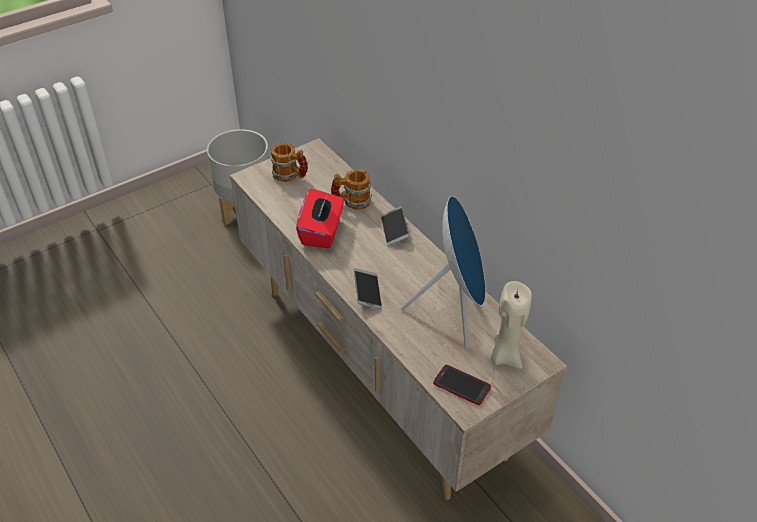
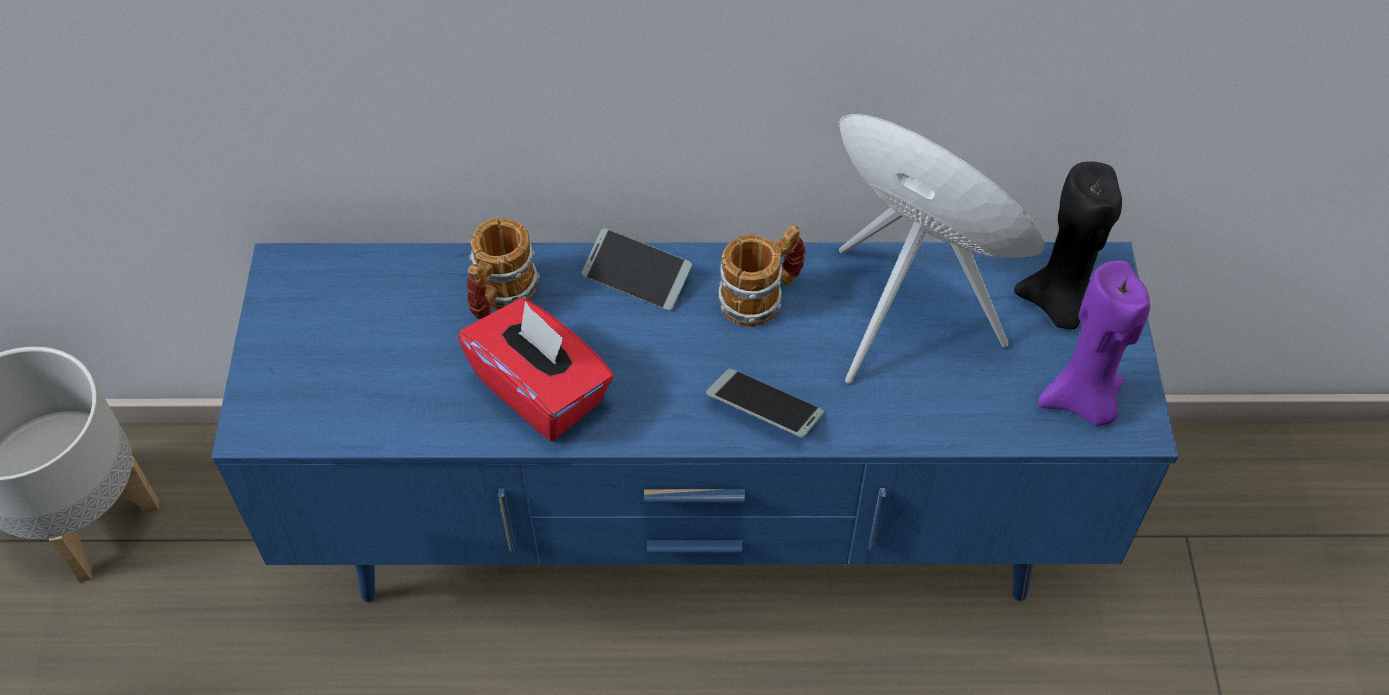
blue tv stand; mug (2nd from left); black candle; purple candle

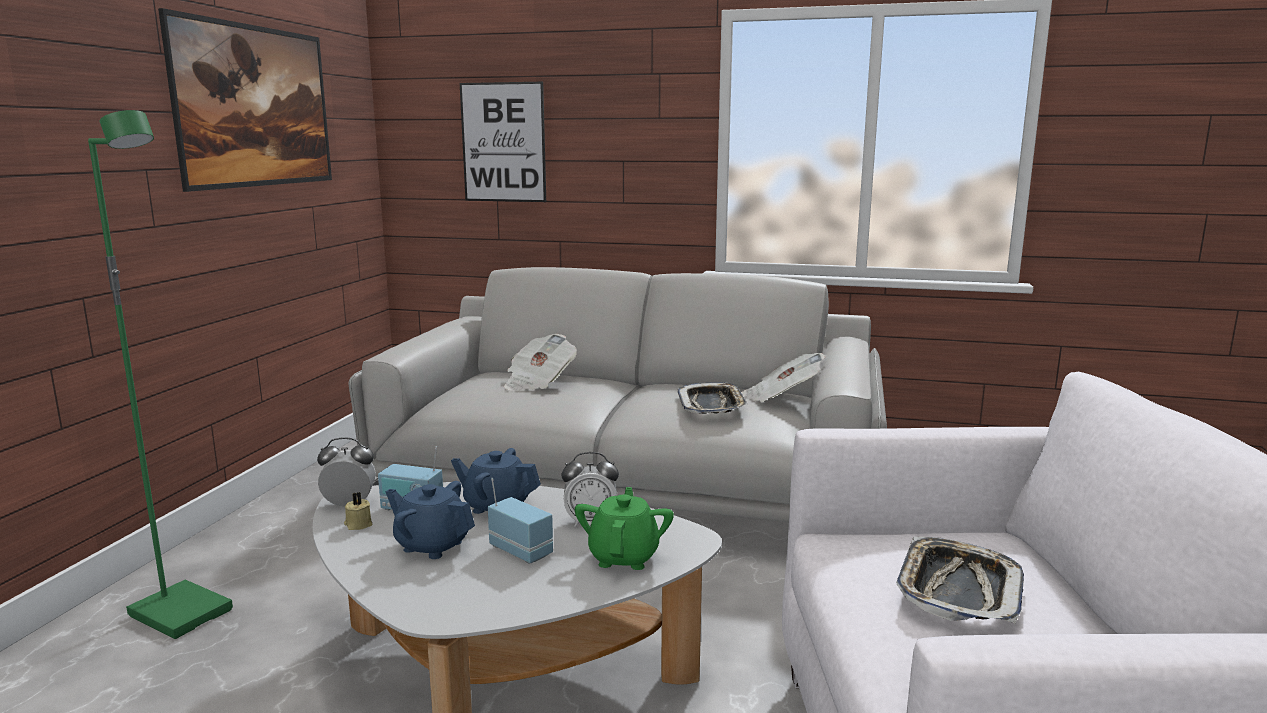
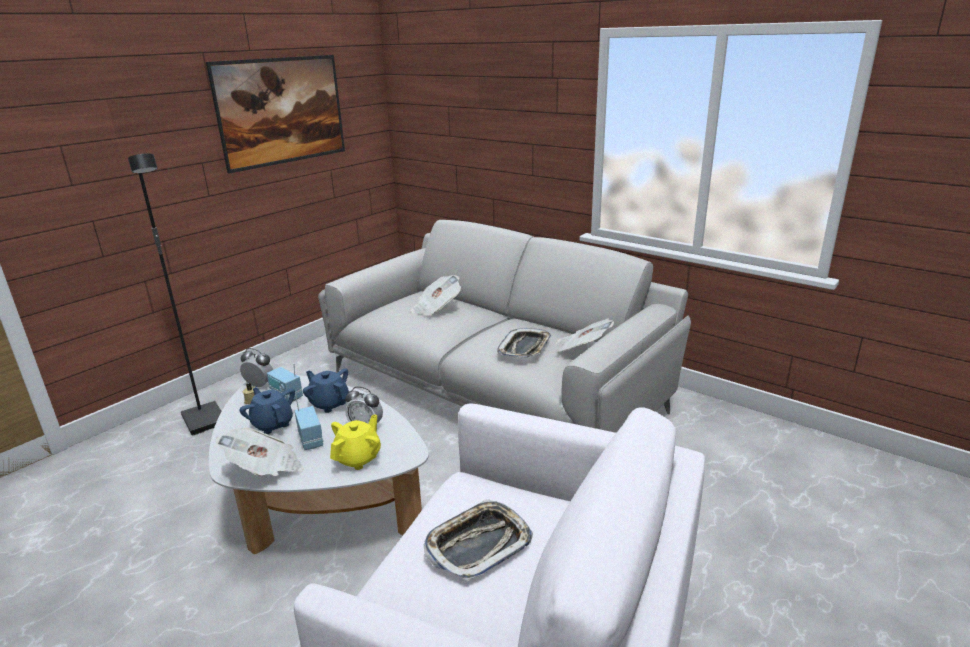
picture (2nd from left in the first image); black floor lamp; yellow teapot; newspaper (1st from left)

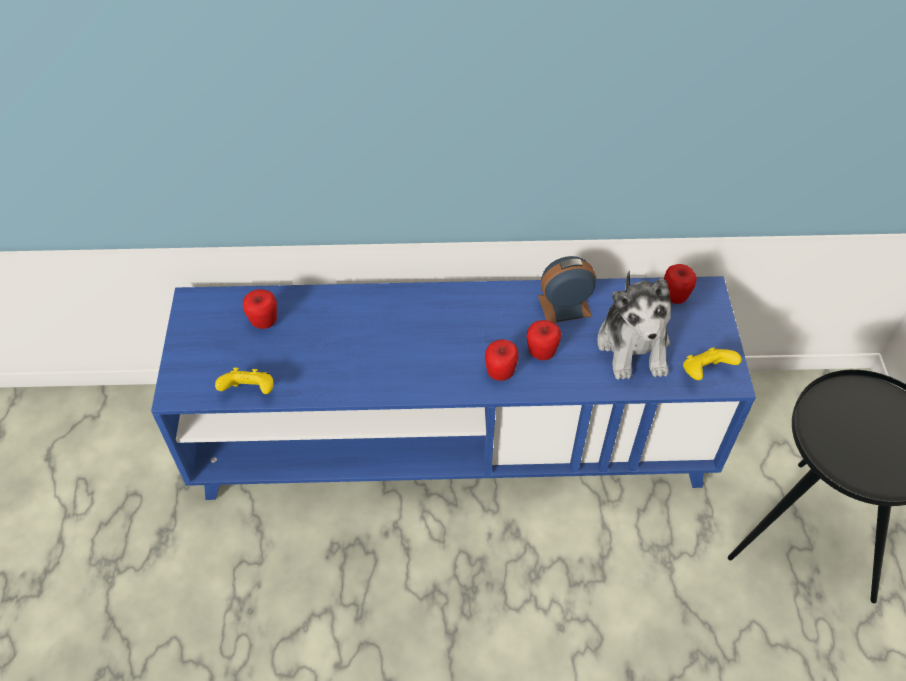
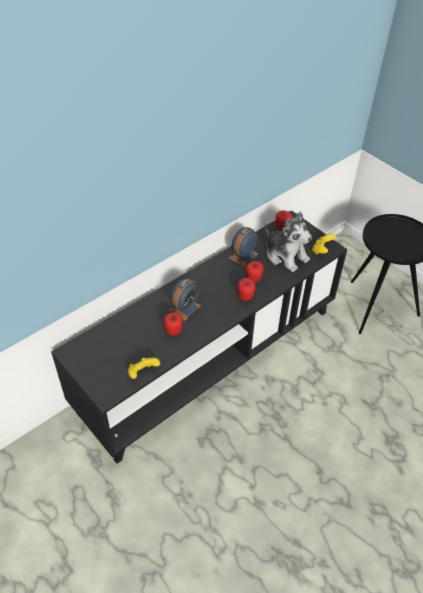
black tv stand; apple (1st from left); alarm clock (1st from left)

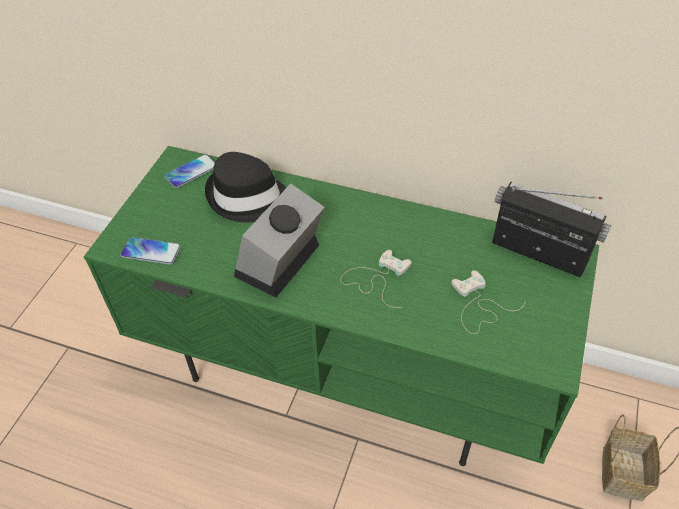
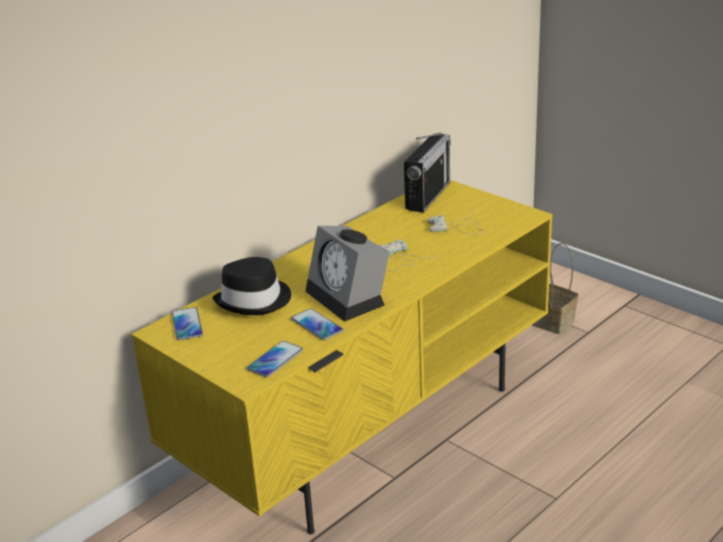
yellow tv stand; radio; phone (3rd from left)

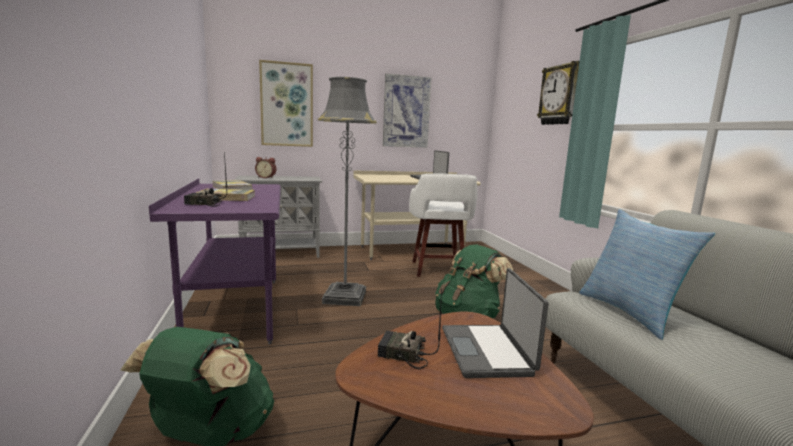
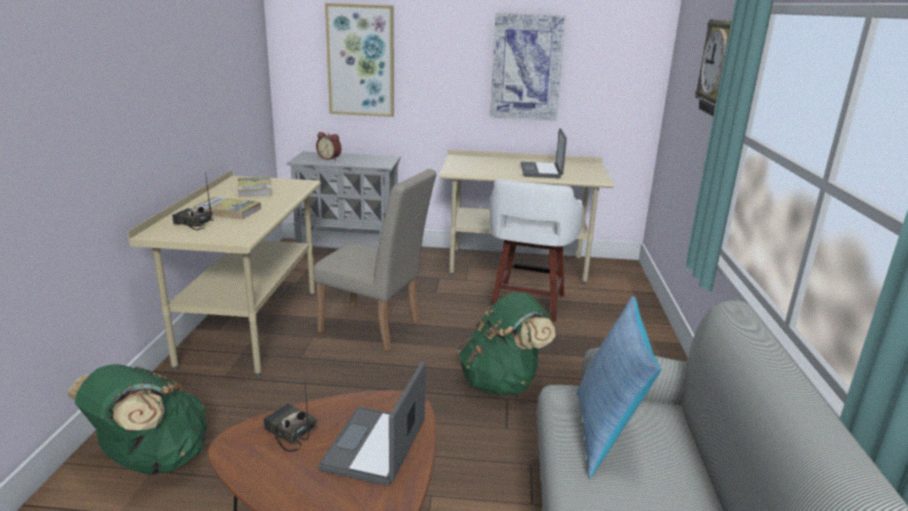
beige chair; beige desk (1st from left)

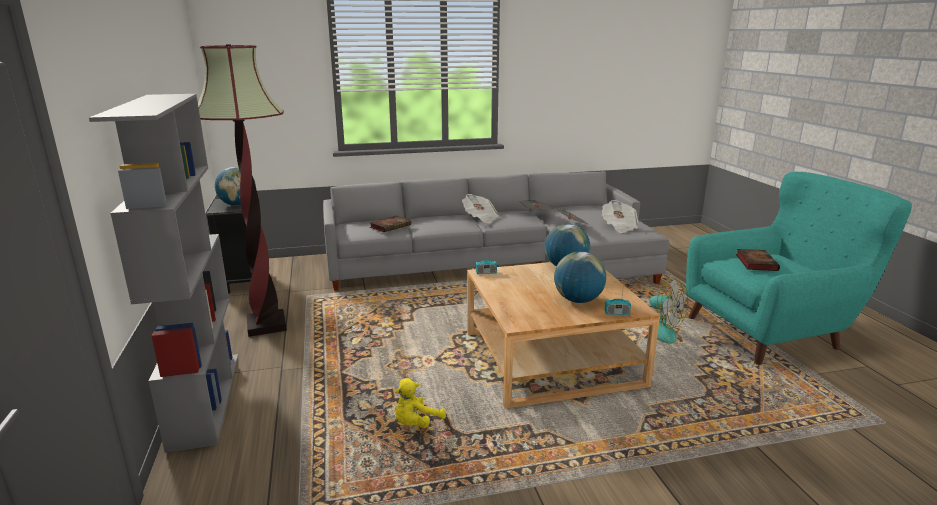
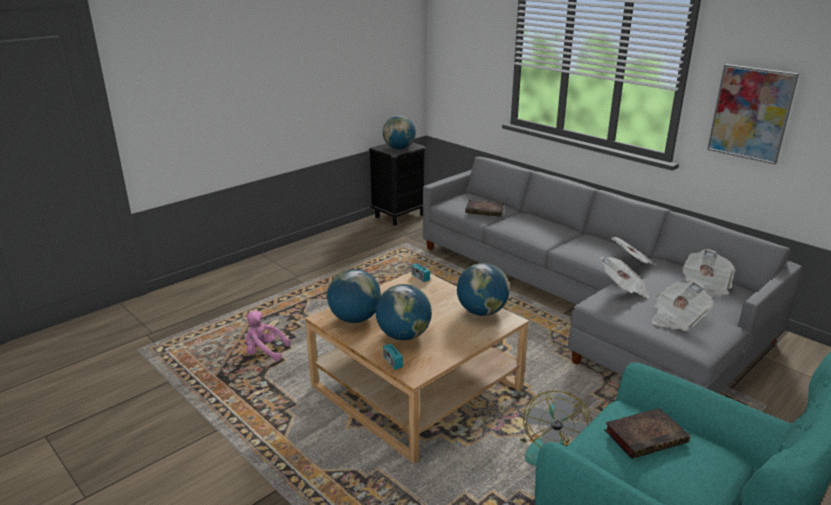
floor lamp; grey bookcase; newspaper (4th from left); pink plush toy; picture; globe (1st from left)

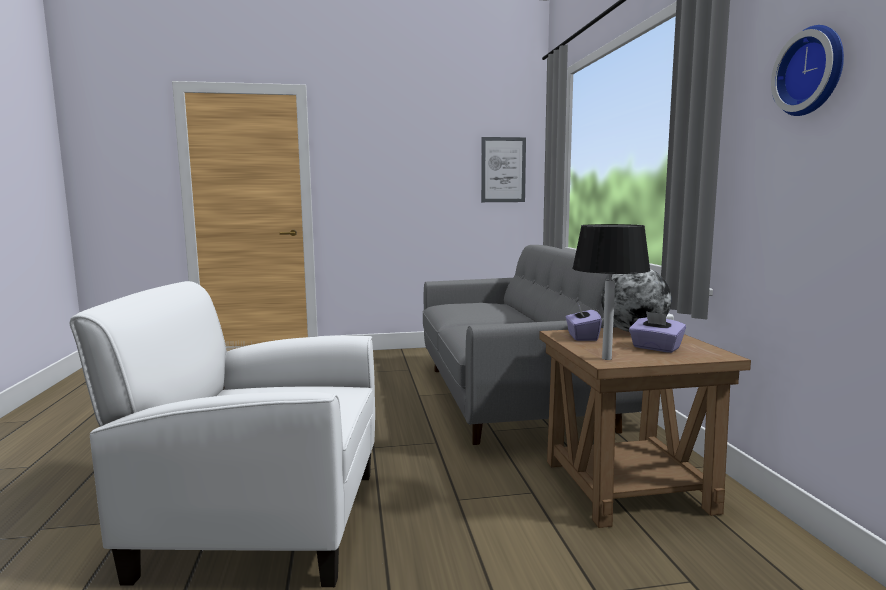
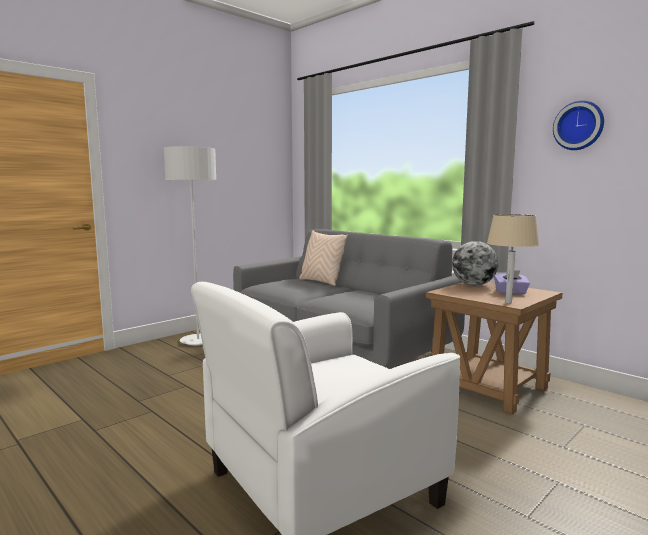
picture; beige table lamp; purple tissue box (1st from left in the first image); grey floor lamp; beige pillow

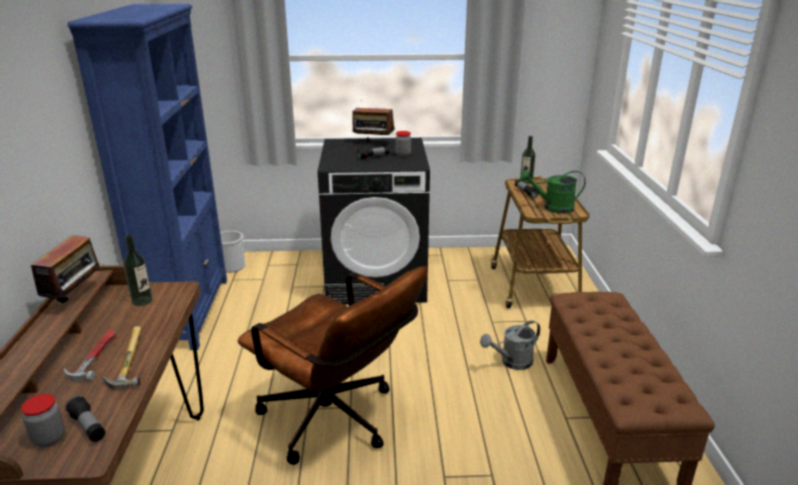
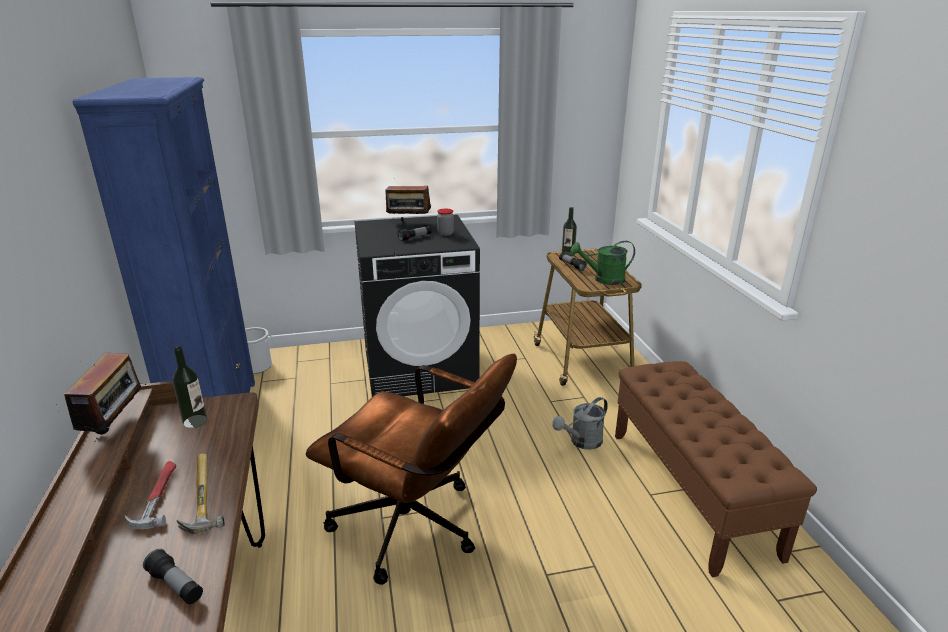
jar (1st from left in the first image)

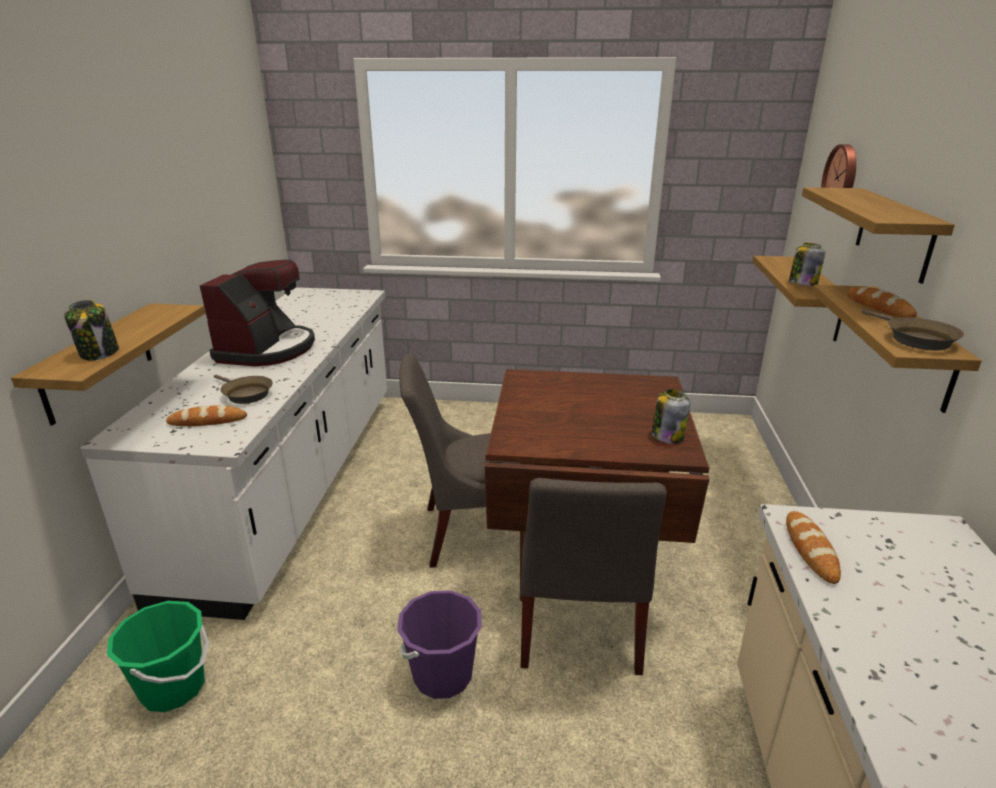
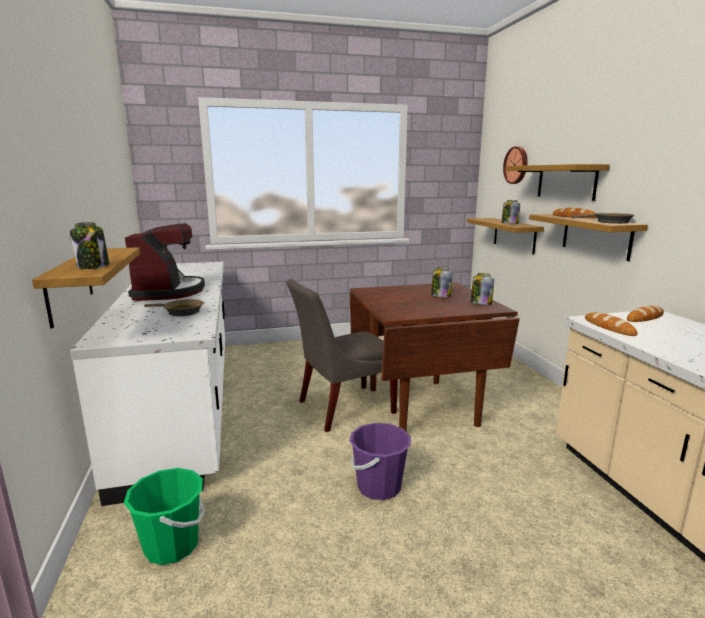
bread (3rd from left); grey chair (2nd from left in the first image); jar (2nd from left)

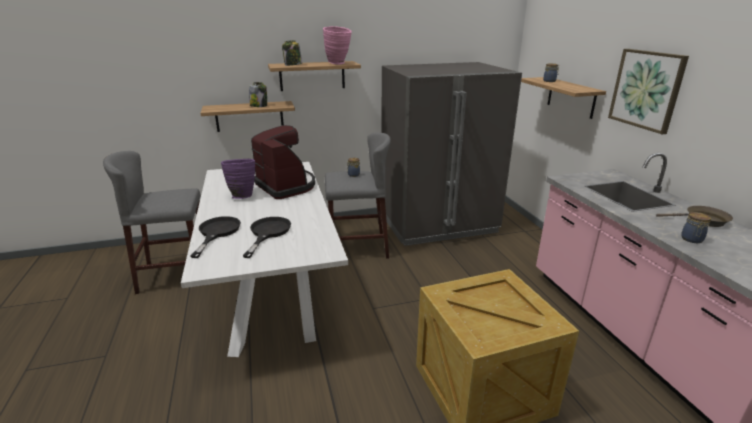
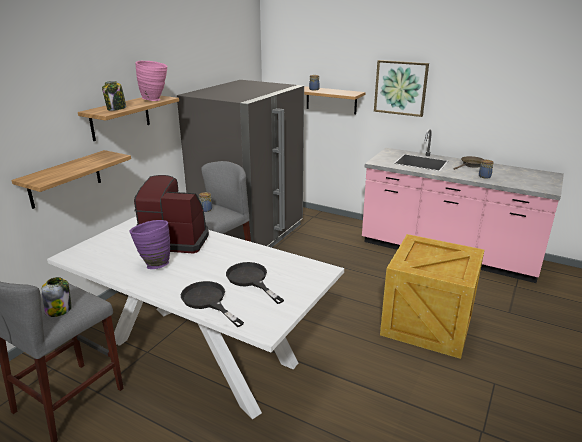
jar (1st from left)

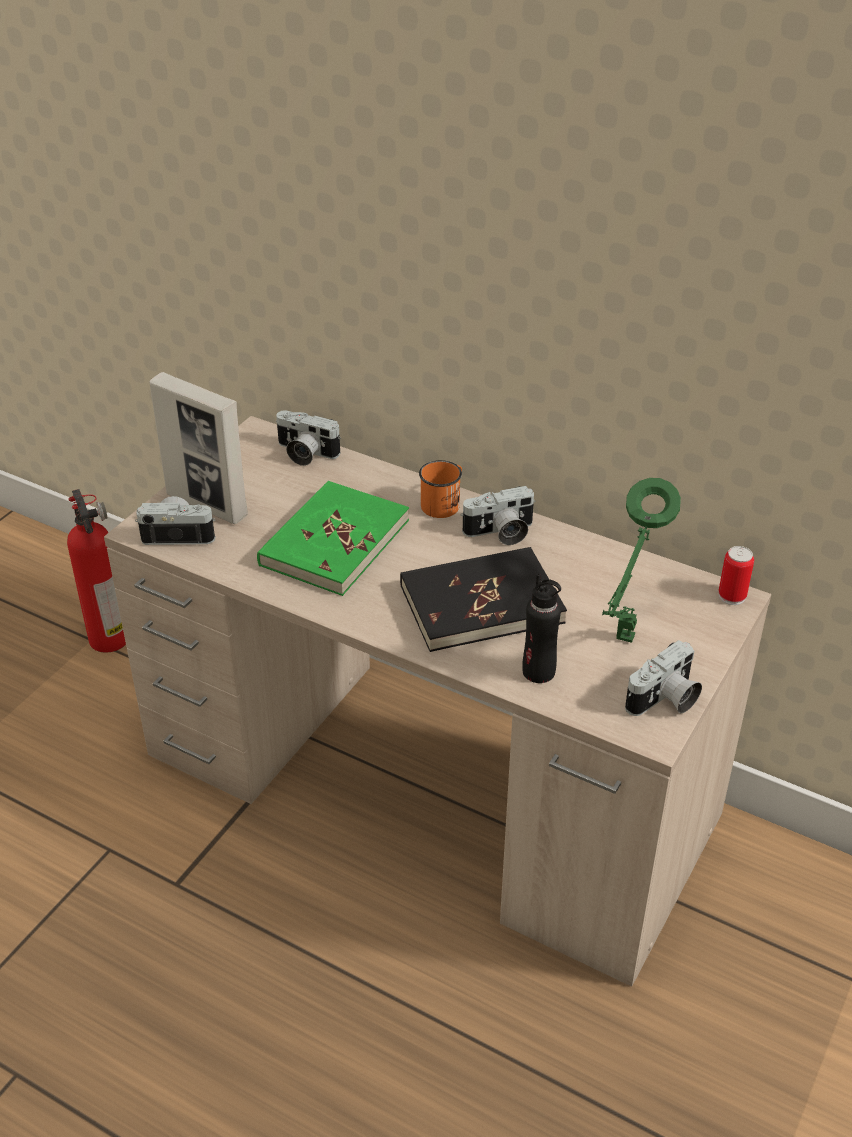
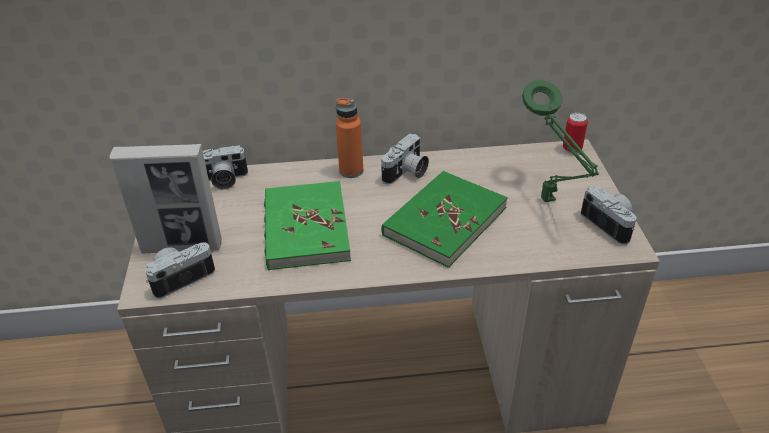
orange bottle; fire extinguisher; green book (2nd from left); black bottle; photo camera (4th from left)

